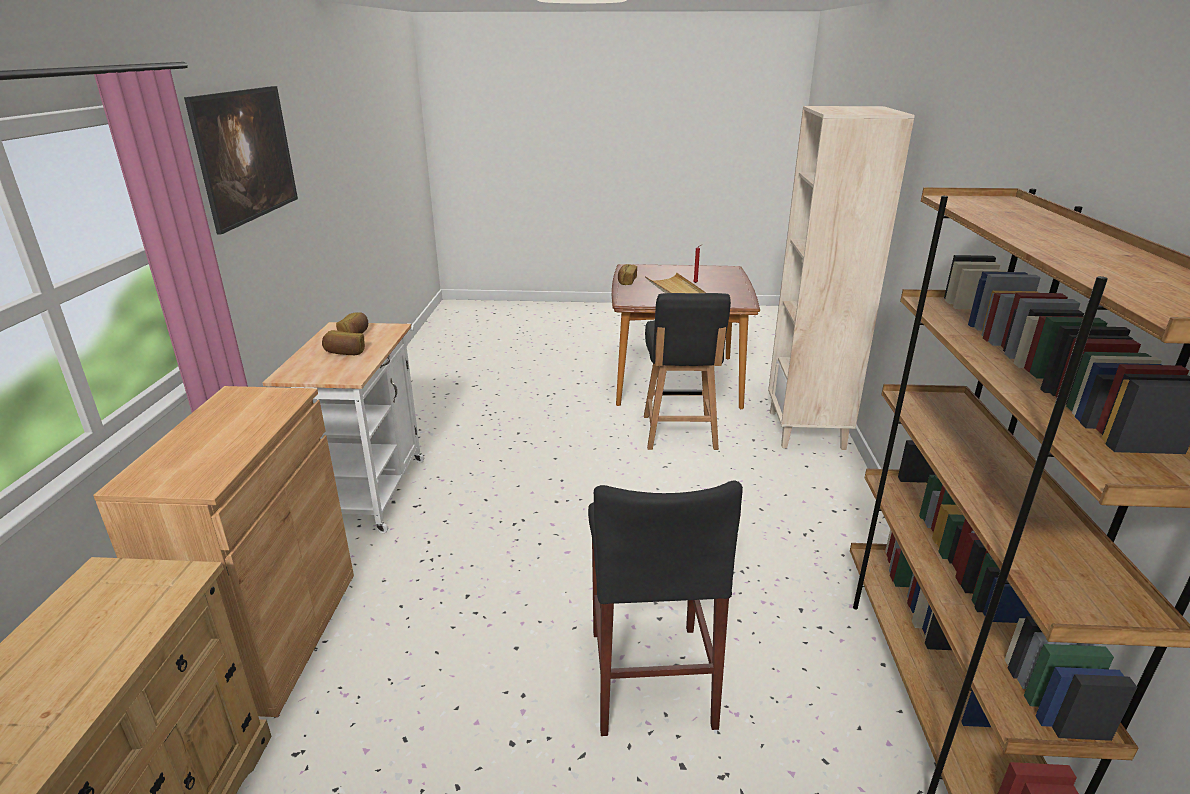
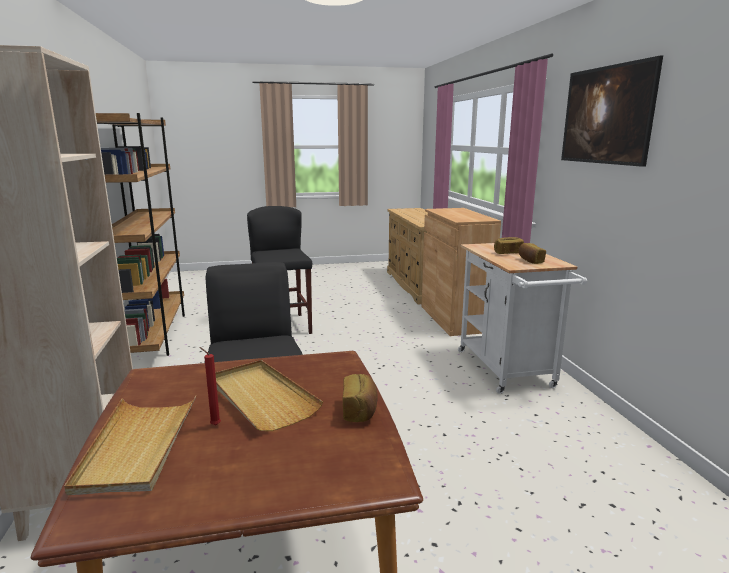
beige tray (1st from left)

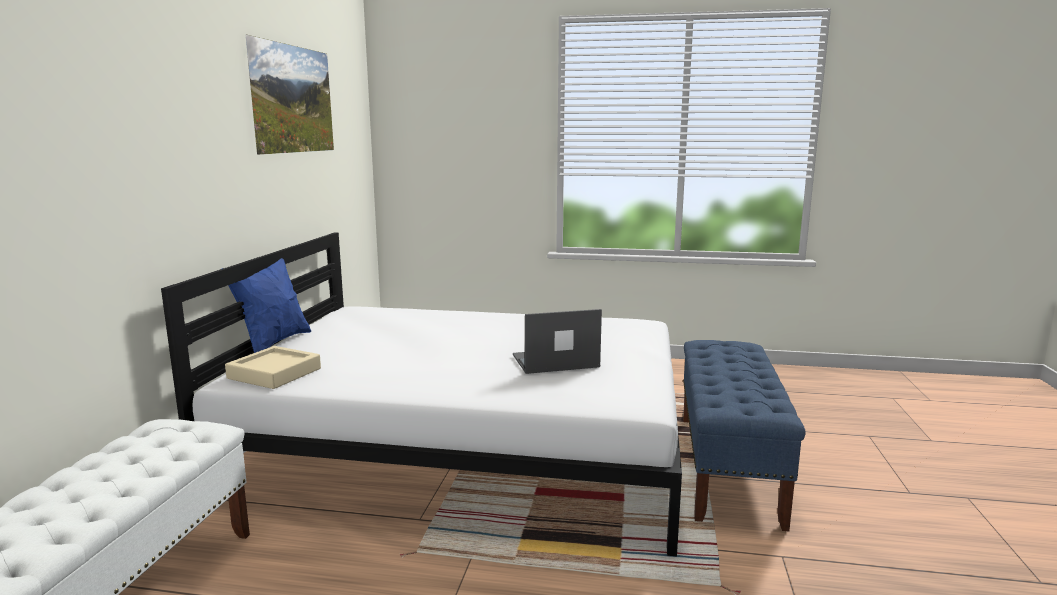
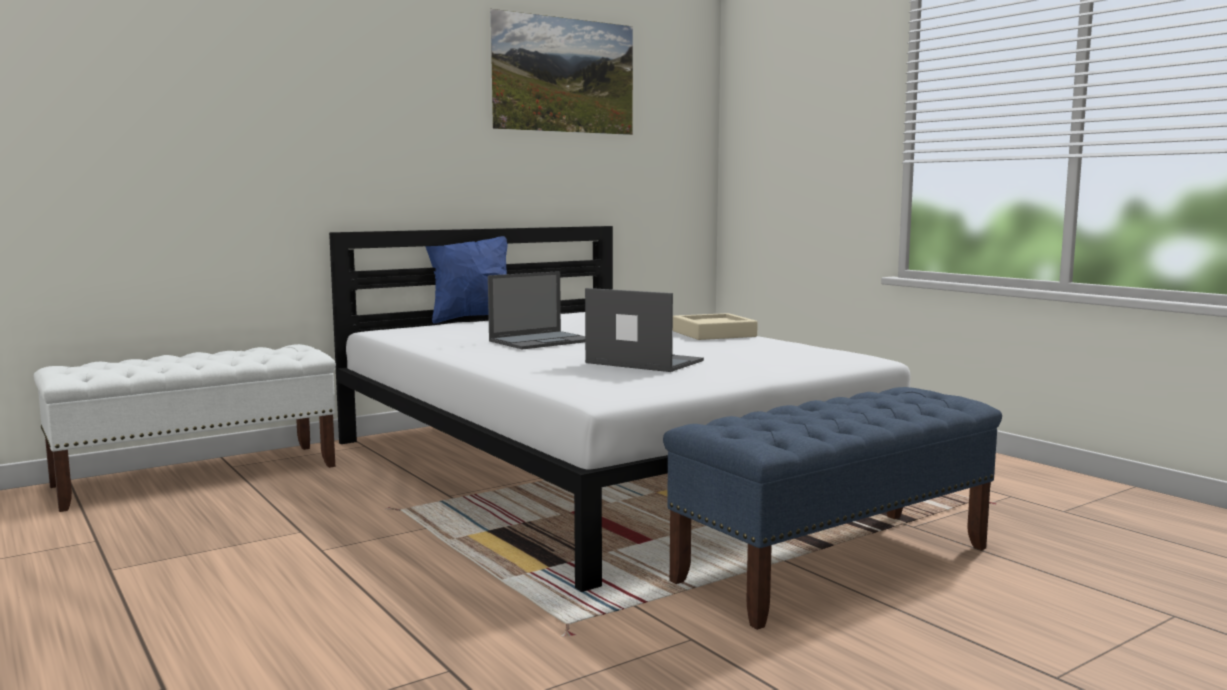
beige tray; laptop (1st from left)

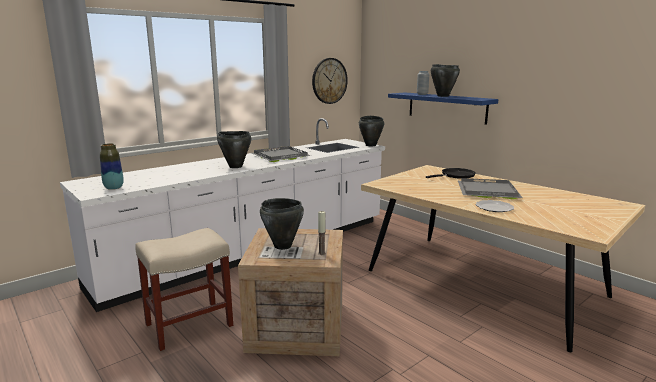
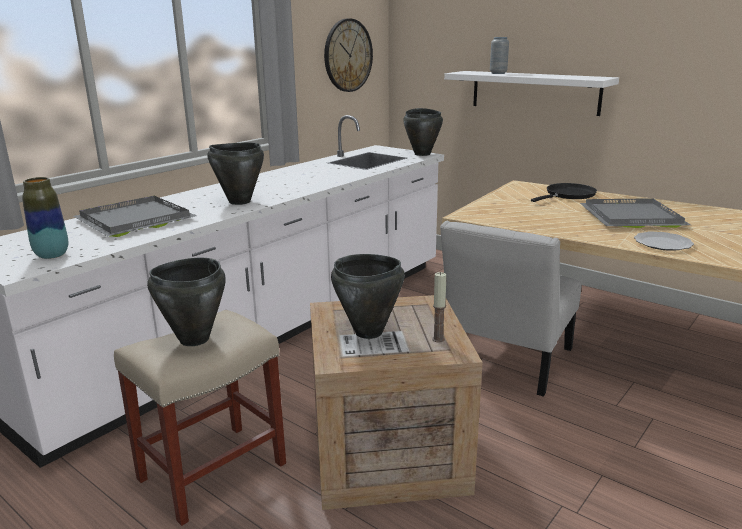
black cooking pot (1st from left); white shelf; grey tray (1st from left); white chair

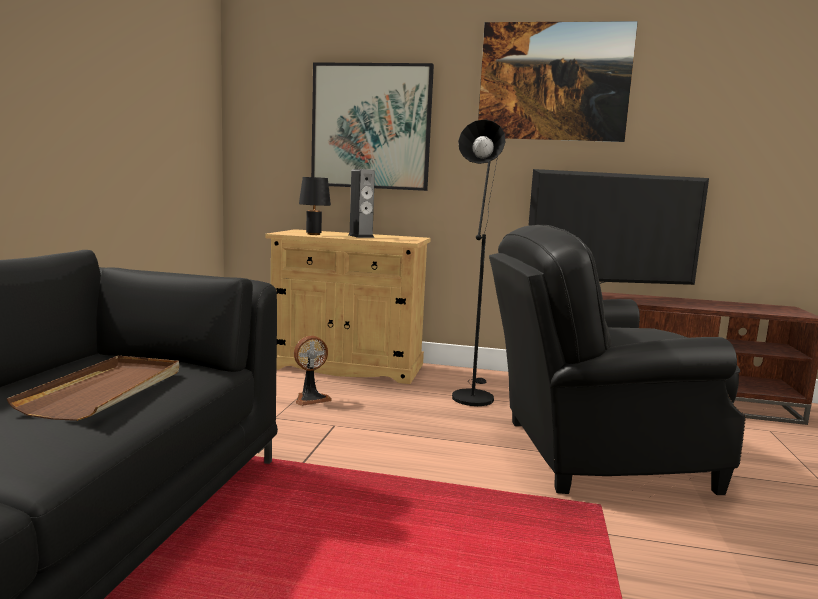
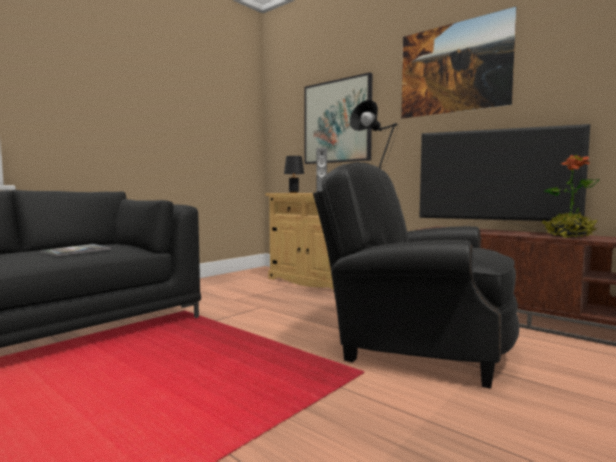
fan; book; potted plant

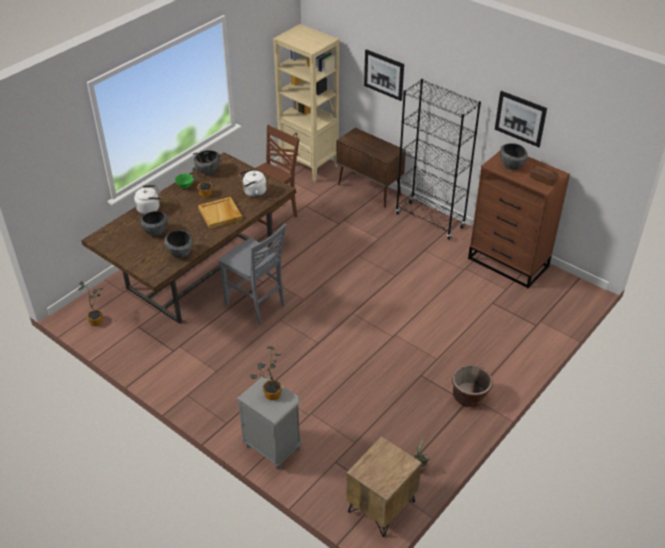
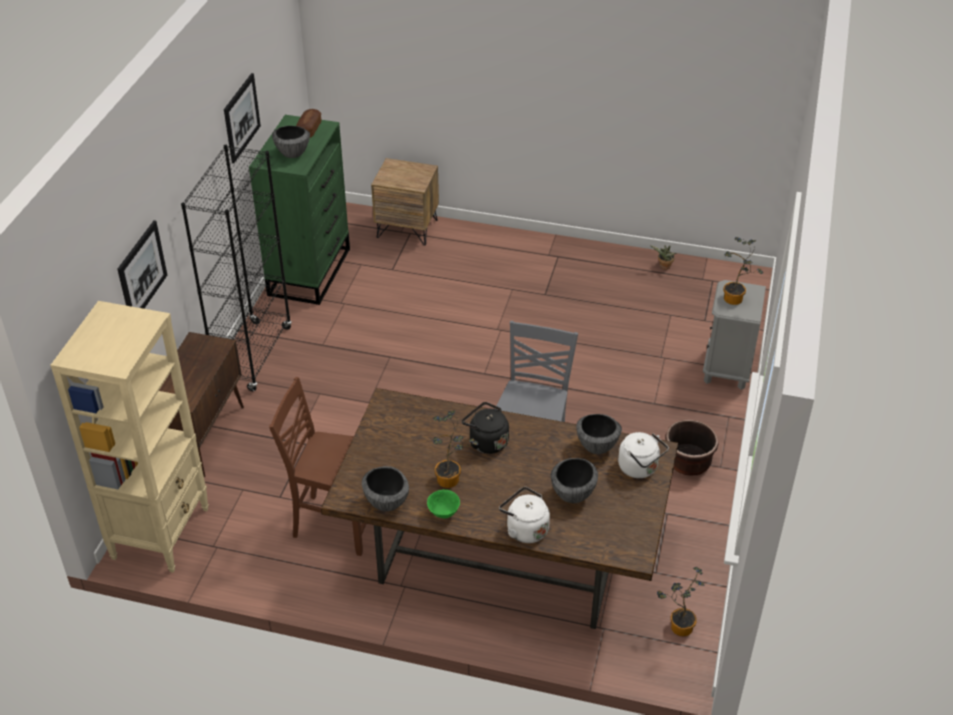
green dresser; white kettle (2nd from left); black kettle; brown planter; brown nightstand

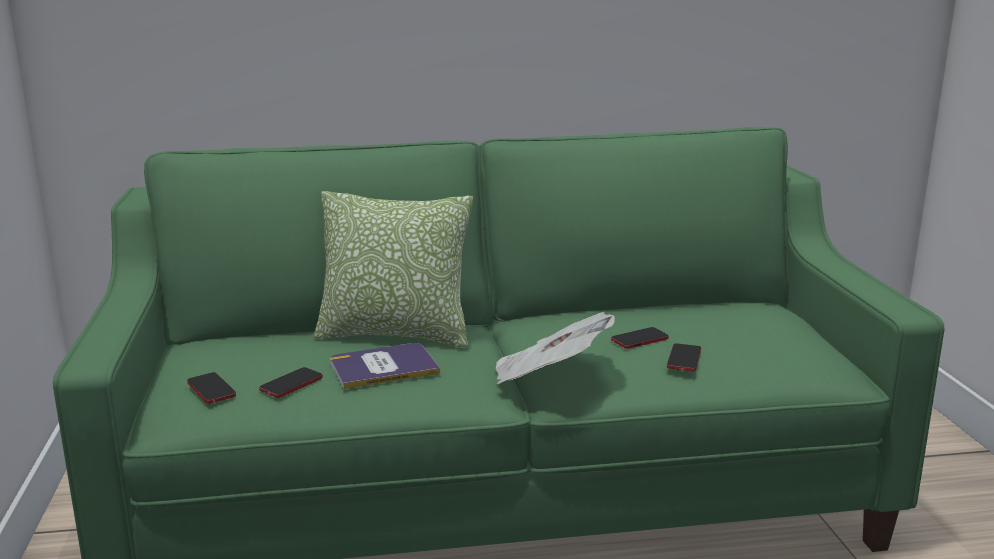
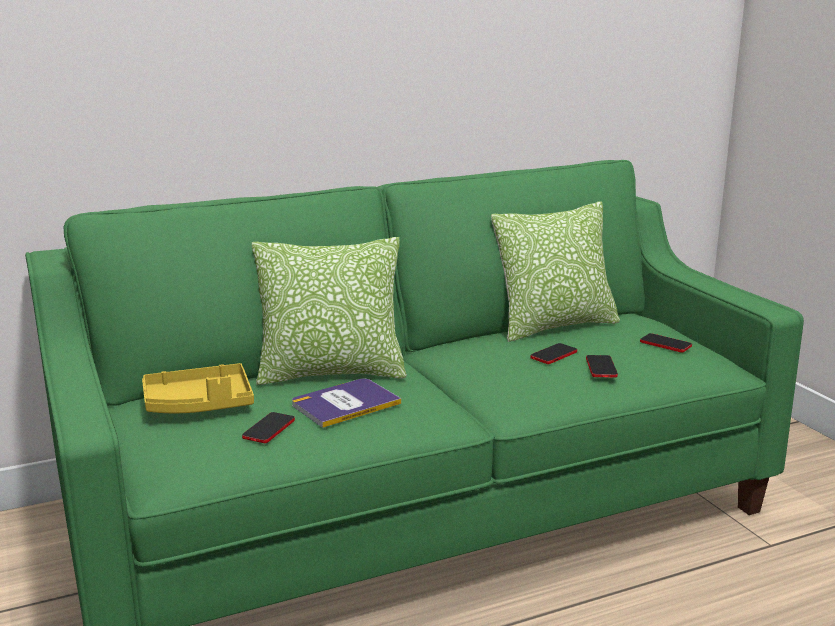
newspaper; phone (4th from left); pillow (2nd from left); yellow tray

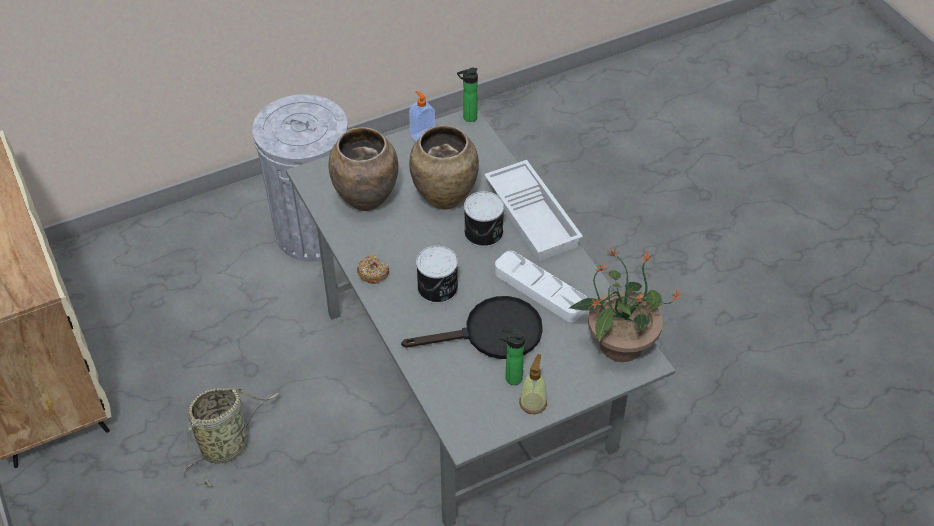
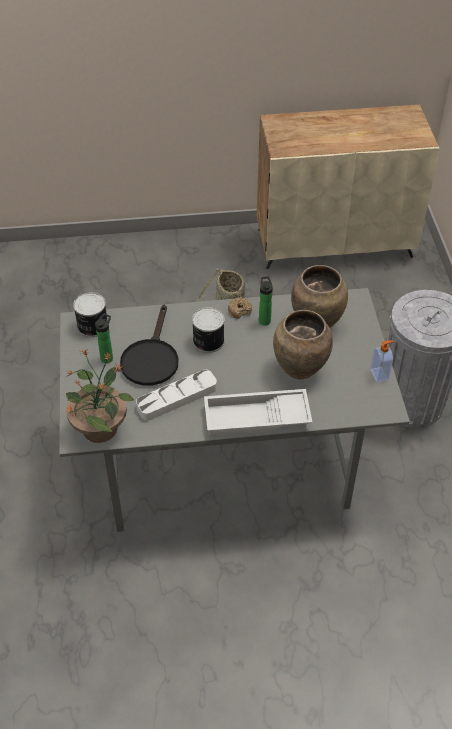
bottle (2nd from left); can (1st from left); soap dispenser (2nd from left in the first image)

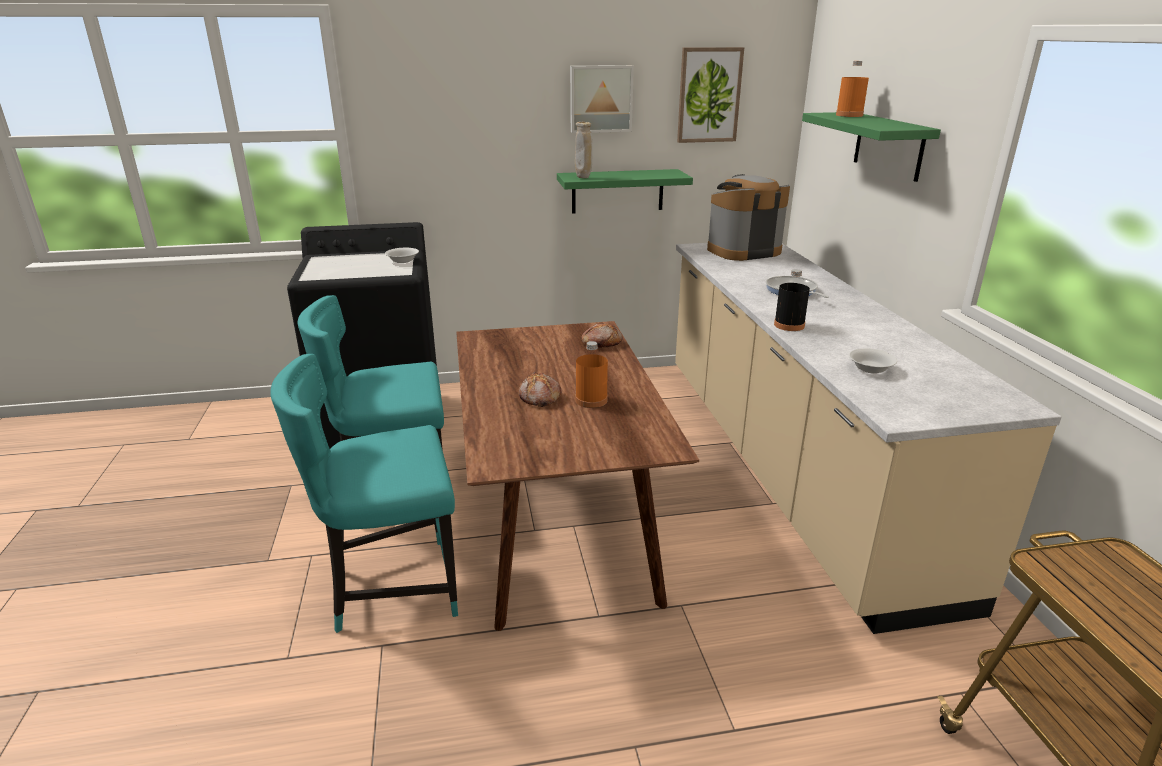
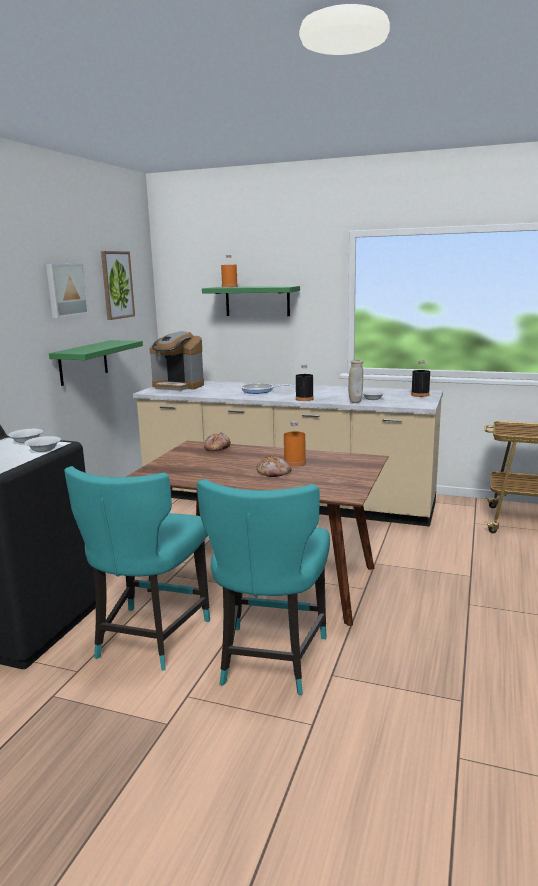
beige vase; coffee machine; black bottle (2nd from left); white bowl (2nd from left)

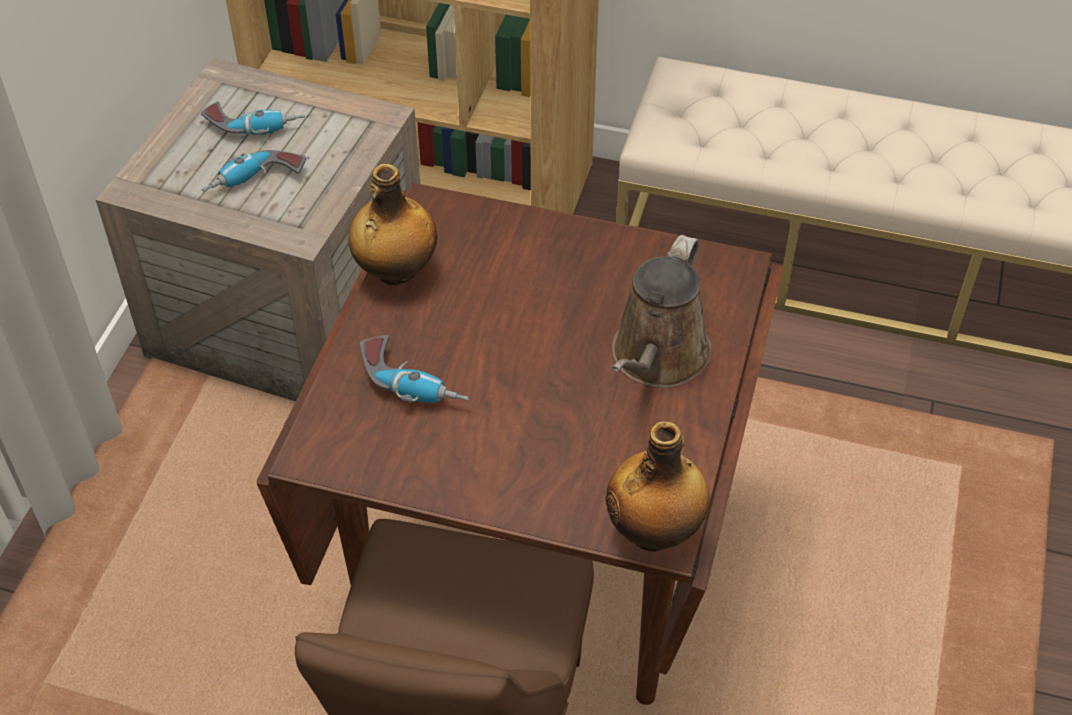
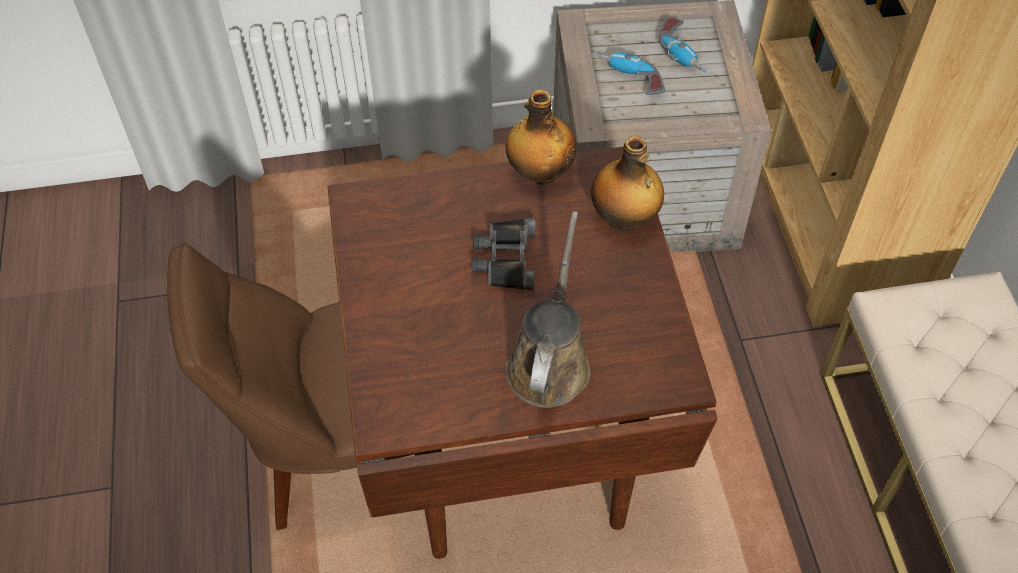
brown watering can; power drill (3rd from left in the first image); bottle (2nd from left); black binoculars

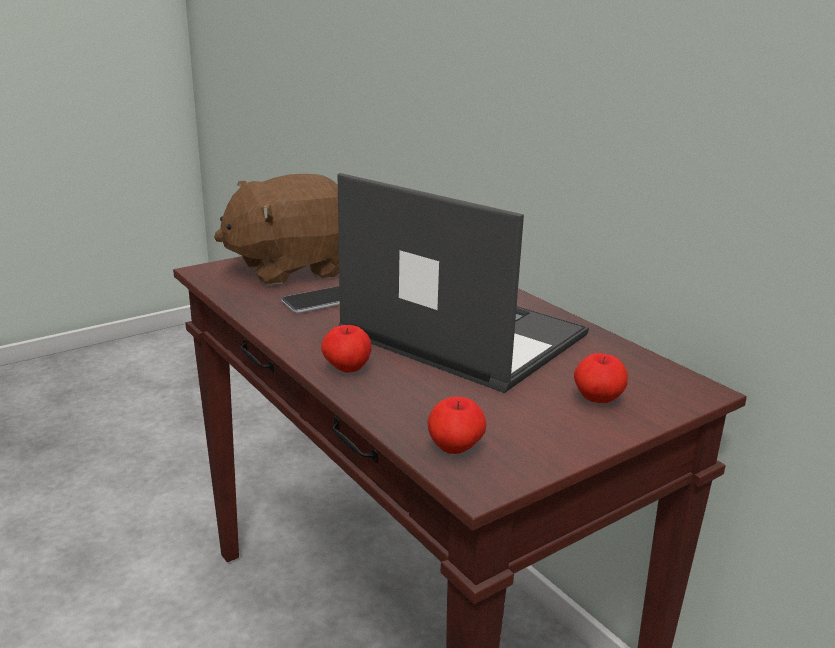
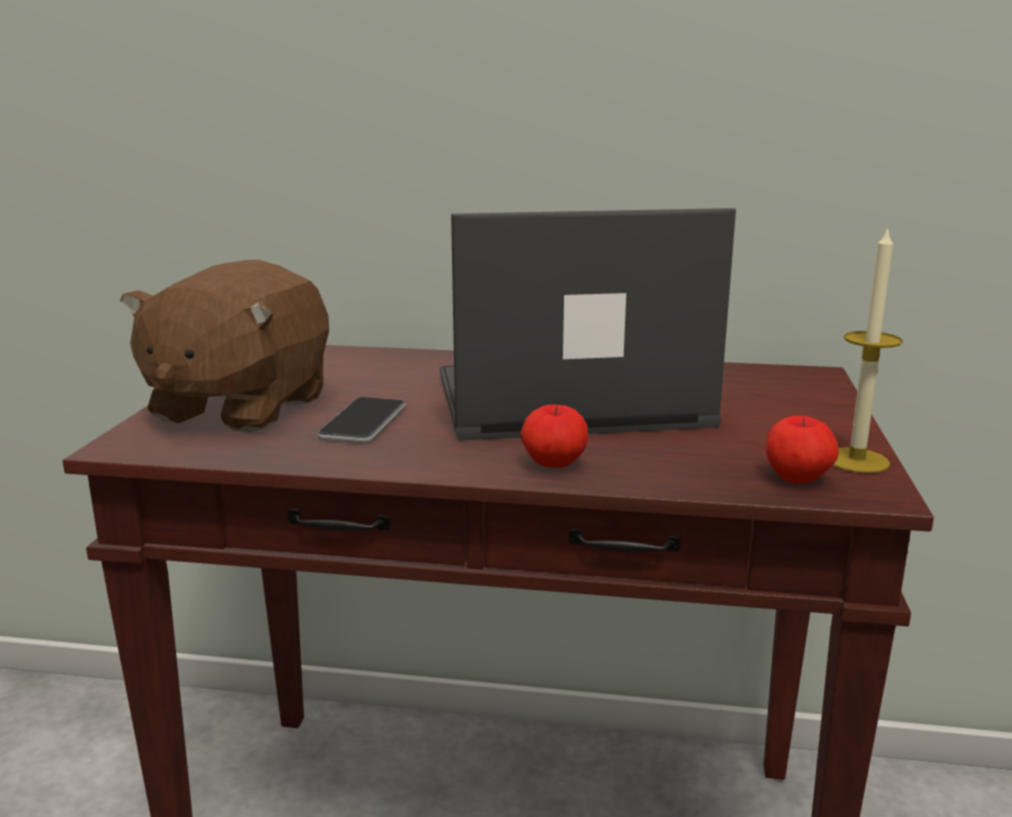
apple (3rd from left in the first image); candle

